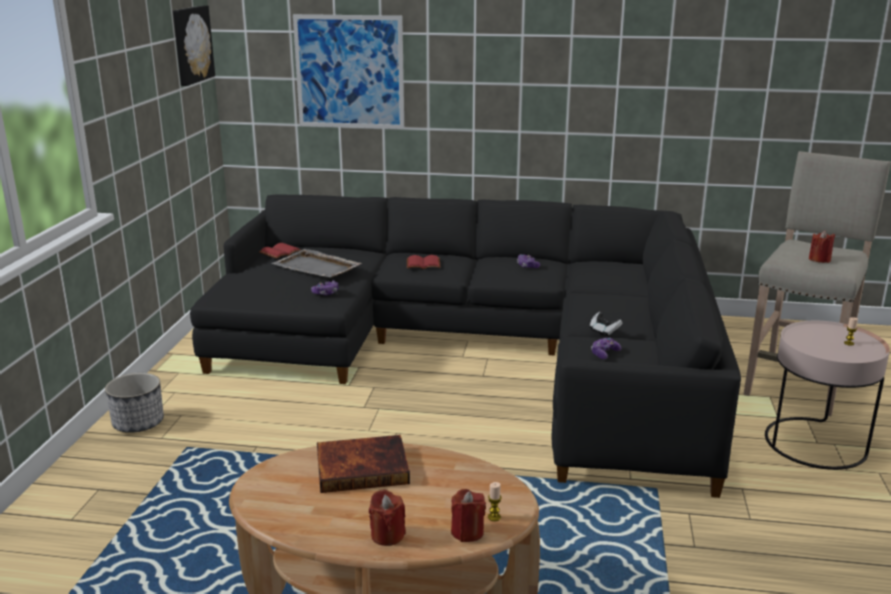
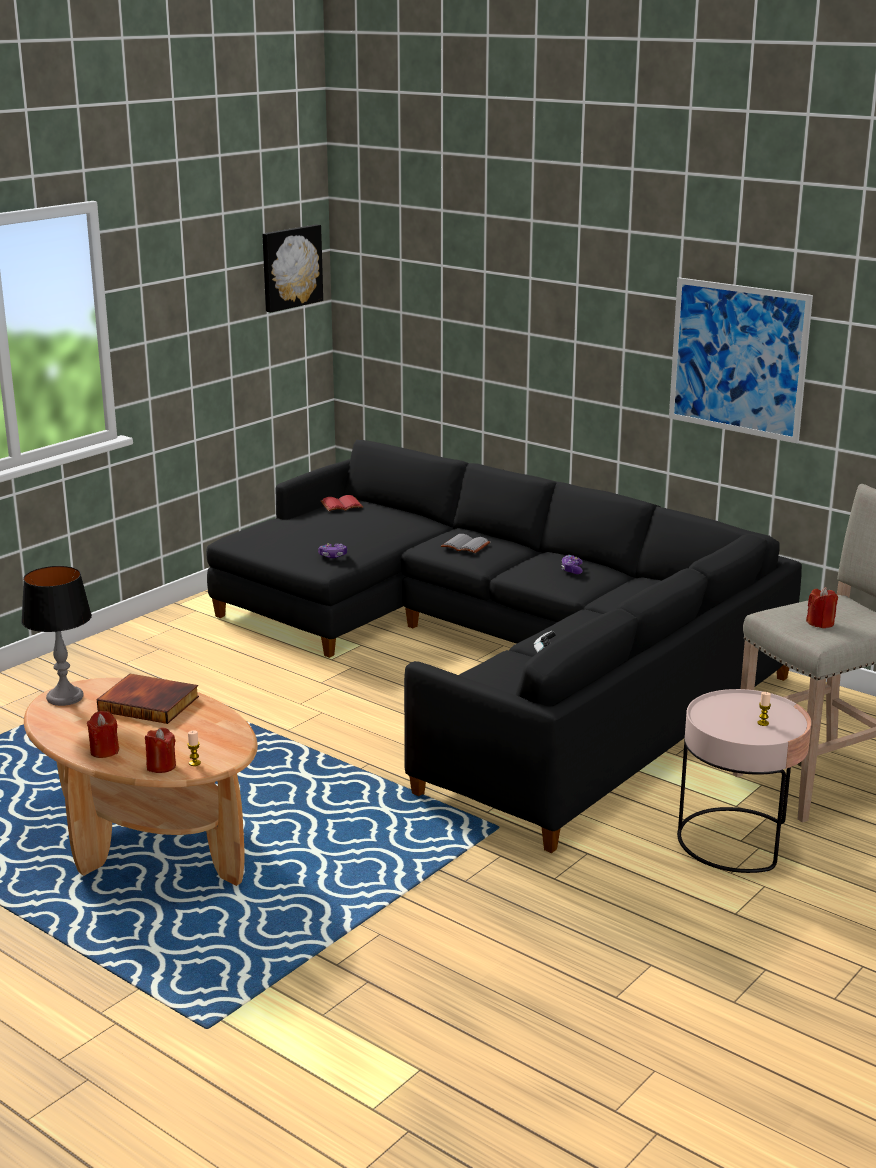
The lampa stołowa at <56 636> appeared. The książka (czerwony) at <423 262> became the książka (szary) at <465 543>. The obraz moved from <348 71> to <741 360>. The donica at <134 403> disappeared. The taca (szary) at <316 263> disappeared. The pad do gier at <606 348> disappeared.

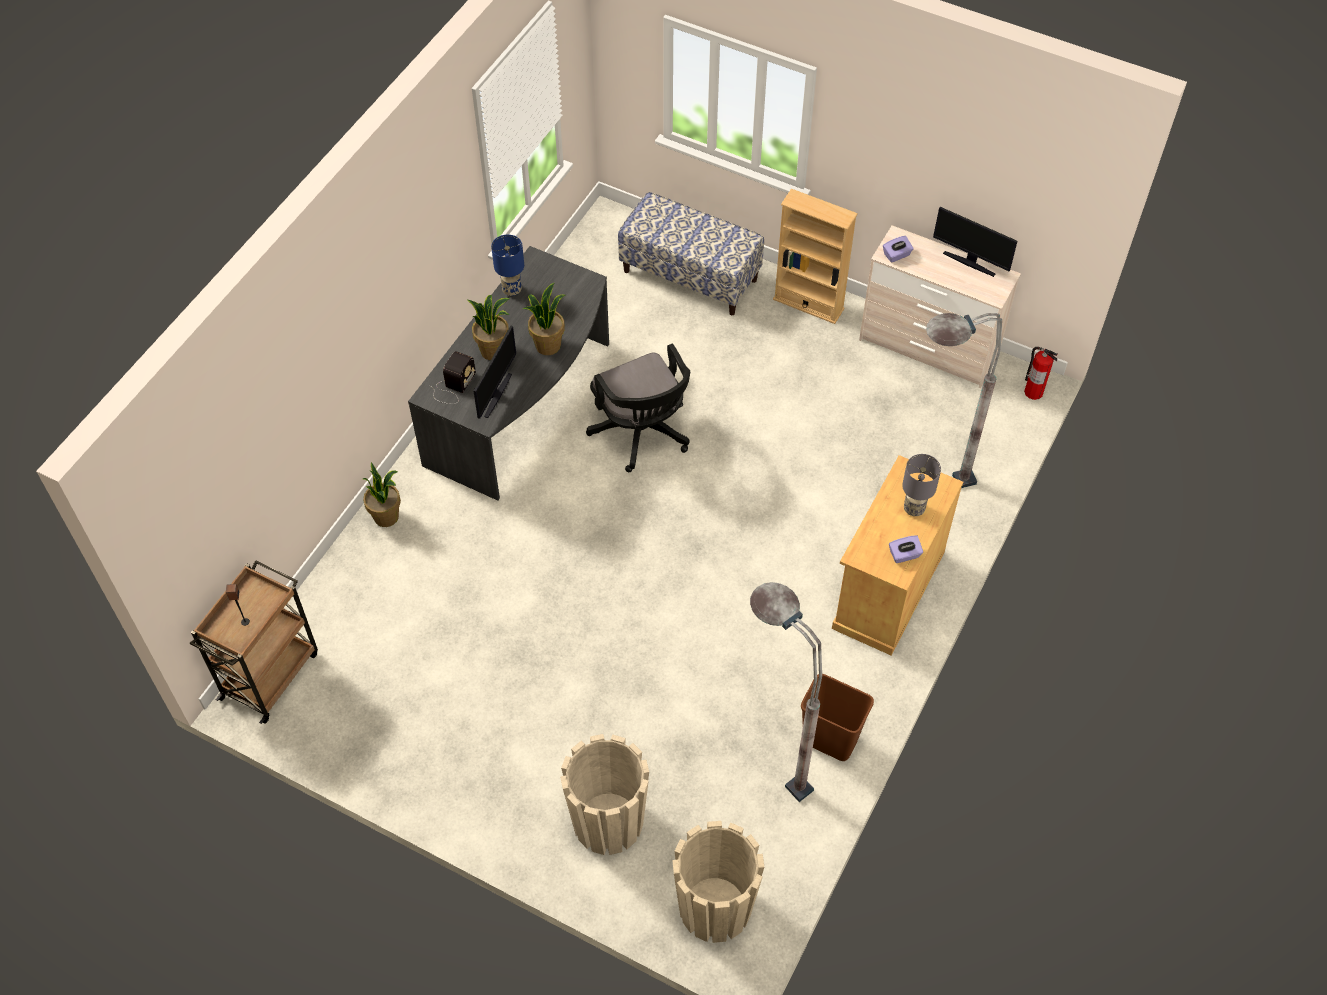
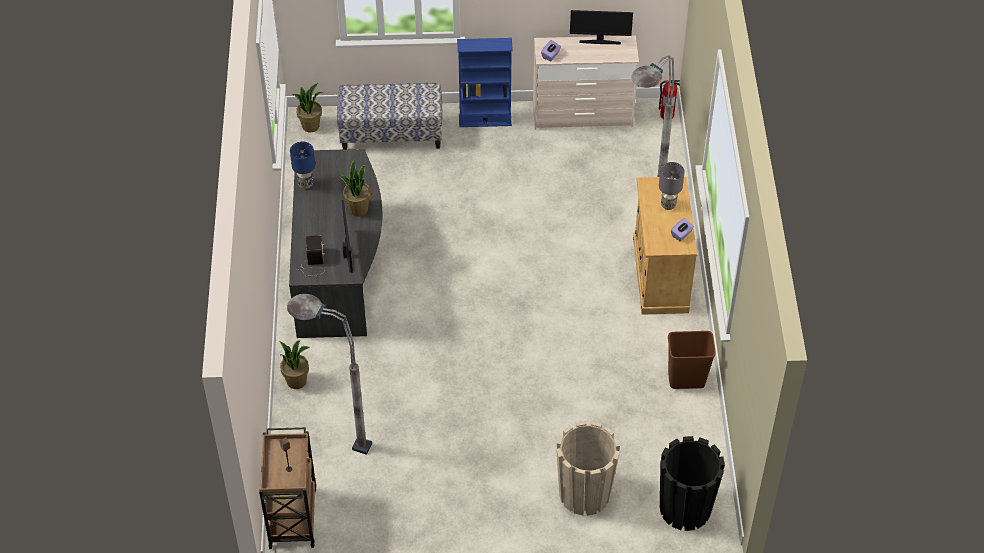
The lampa stojąca (szary) moved from <786 692> to <329 374>. The roślina doniczkowa moved from <489 327> to <307 107>. The regał (beżowy) at <815 256> became the regał (niebieski) at <485 82>. The donica (beżowy) at <718 882> became the donica (czarny) at <692 483>. The krzesło biurowe (czarny) at <638 408> disappeared.

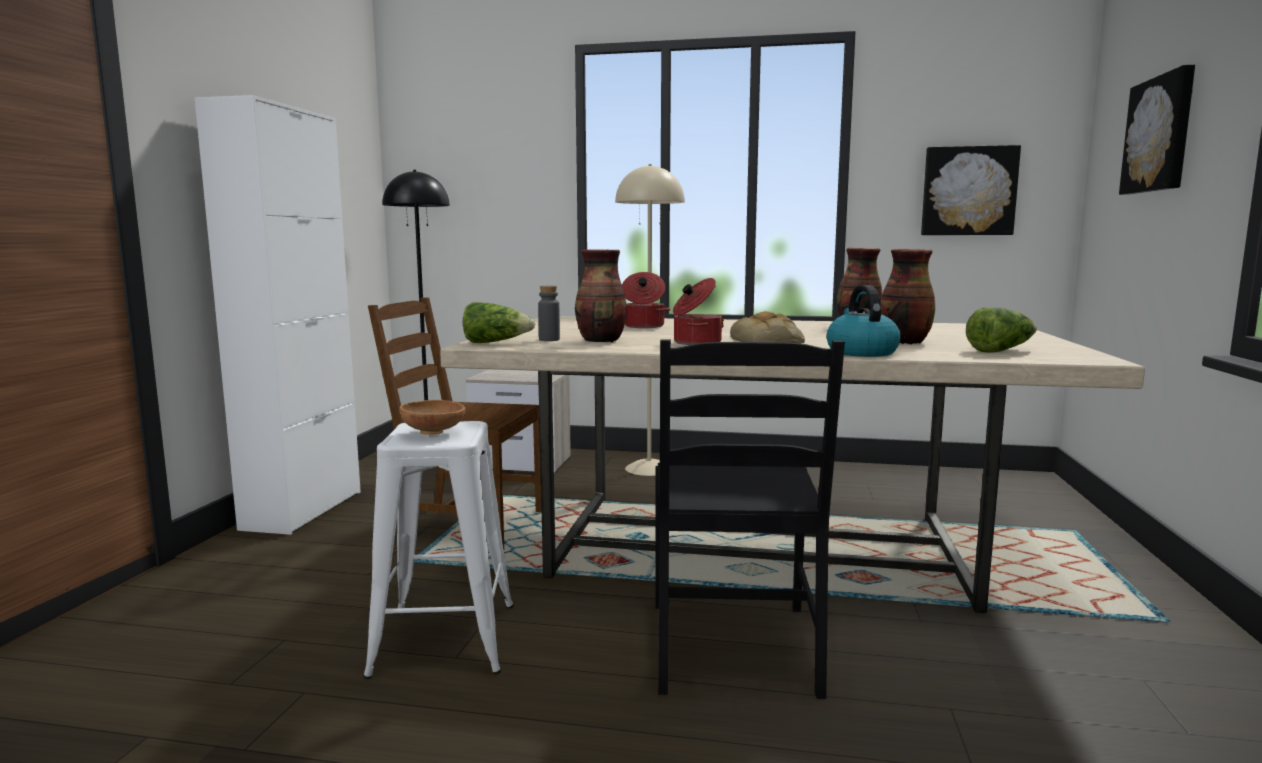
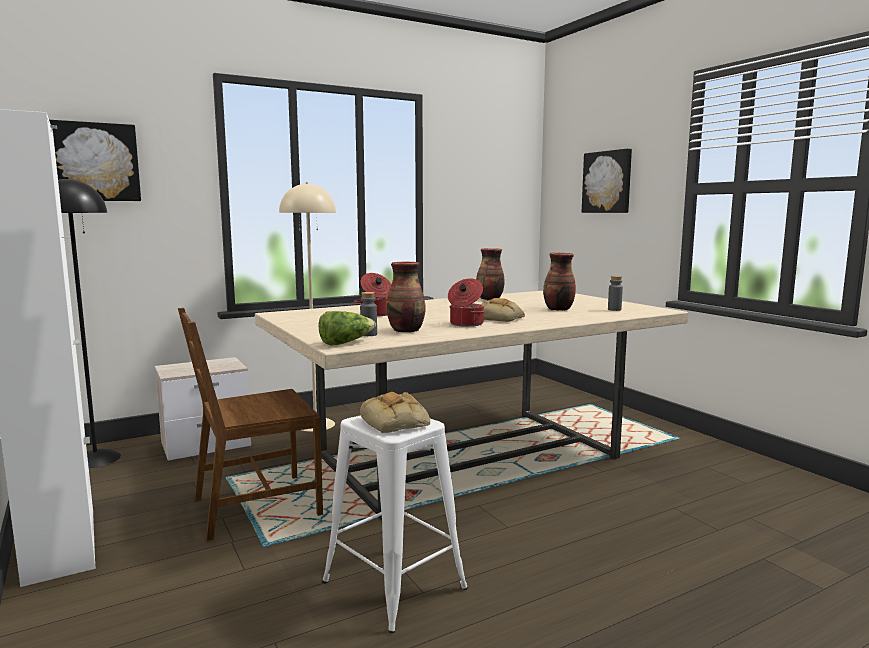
The obraz moved from <971 190> to <95 160>. The miska (brązowy) at <432 417> was replaced by the chleb at <395 412>. The sałata at <1001 330> was replaced by the butelka (szary) at <615 293>. The krzesło (czarny) at <750 519> disappeared. The czajnik at <863 321> disappeared.

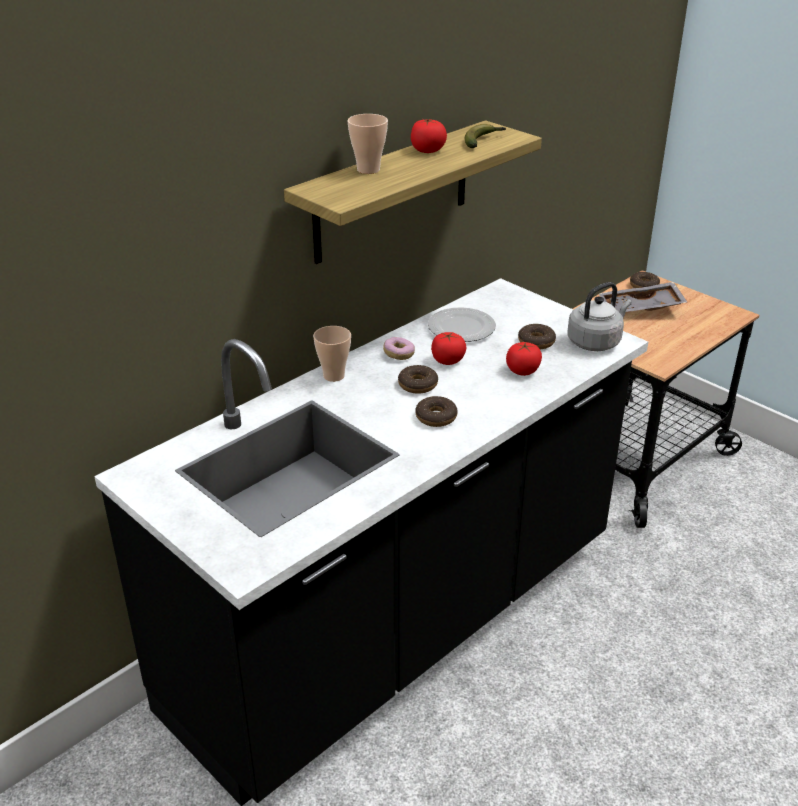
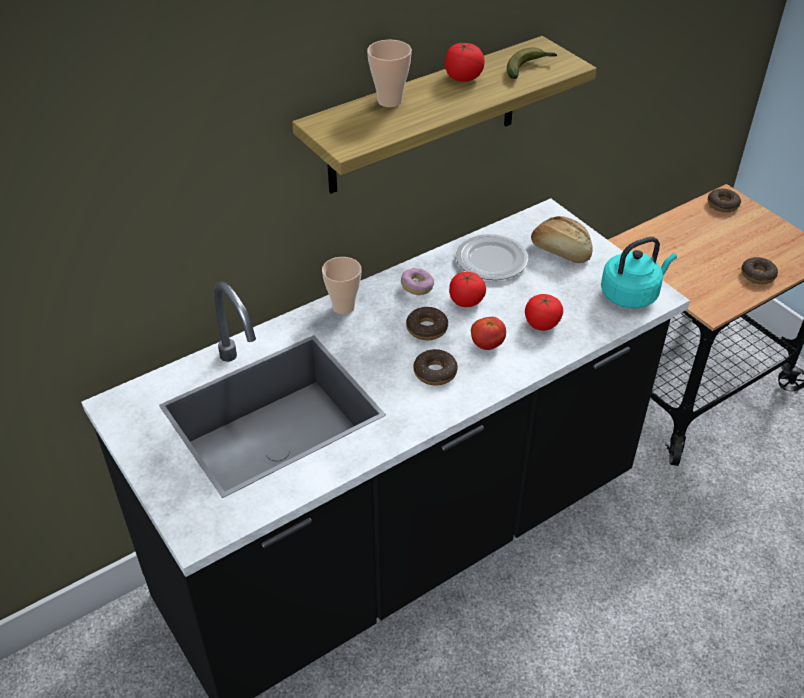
The pomidor at <488 333> appeared. The chleb at <562 239> appeared. The czajnik (szary) at <600 316> became the czajnik (turkusowy) at <639 272>. The donut moved from <537 336> to <759 270>. The taca (szary) at <643 297> disappeared.

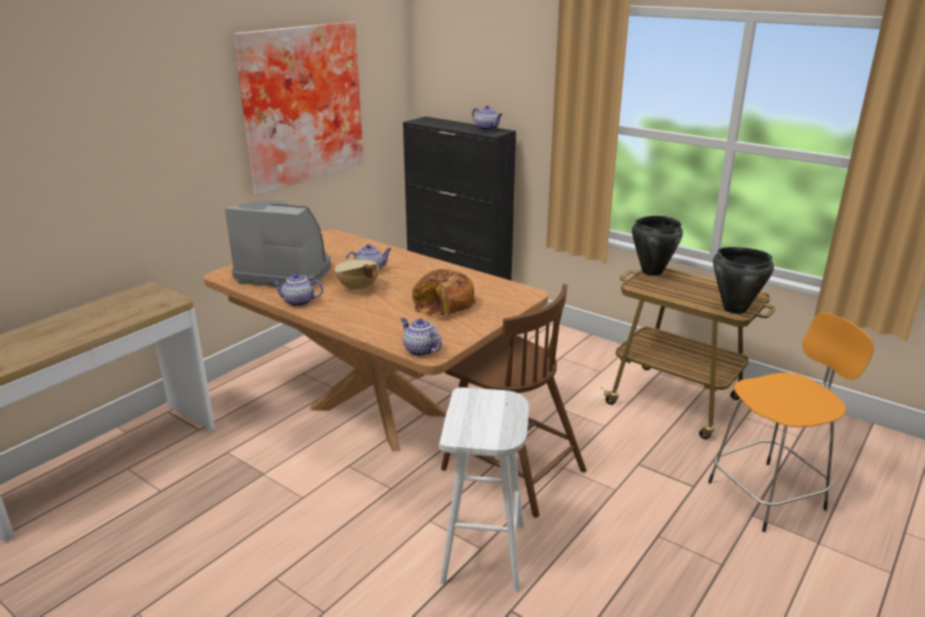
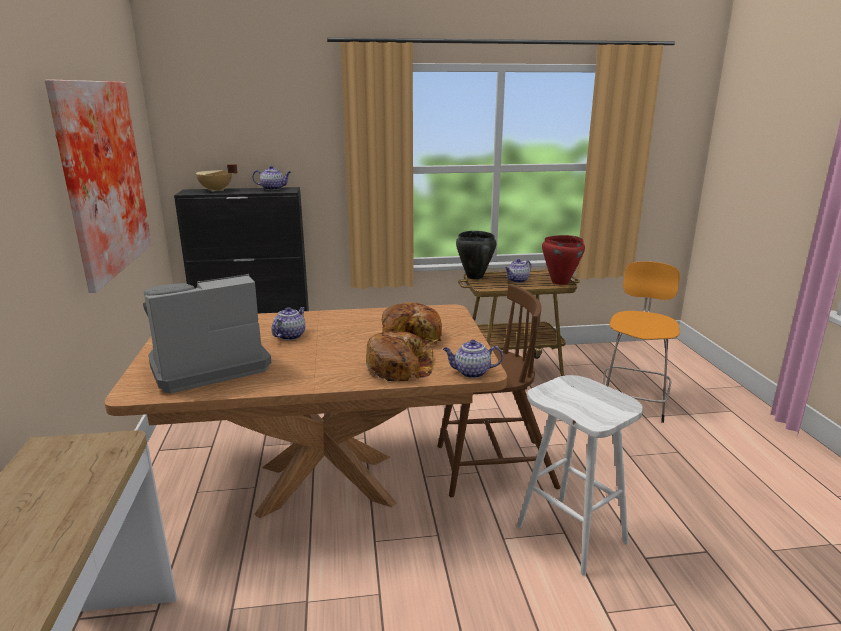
The garnek (beżowy) moved from <357 275> to <216 178>. The chleb at <400 356> appeared. The imbryk moved from <297 289> to <518 271>. The garnek (czarny) at <743 280> became the garnek (czerwony) at <563 260>.

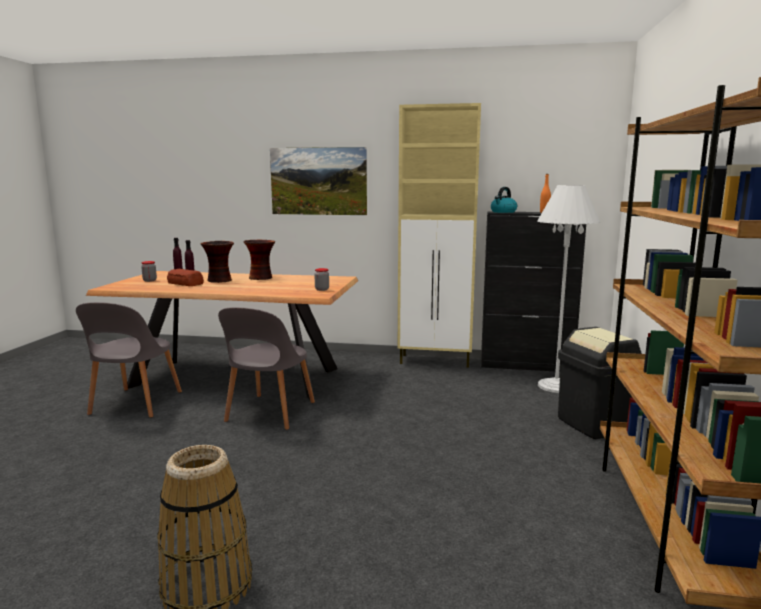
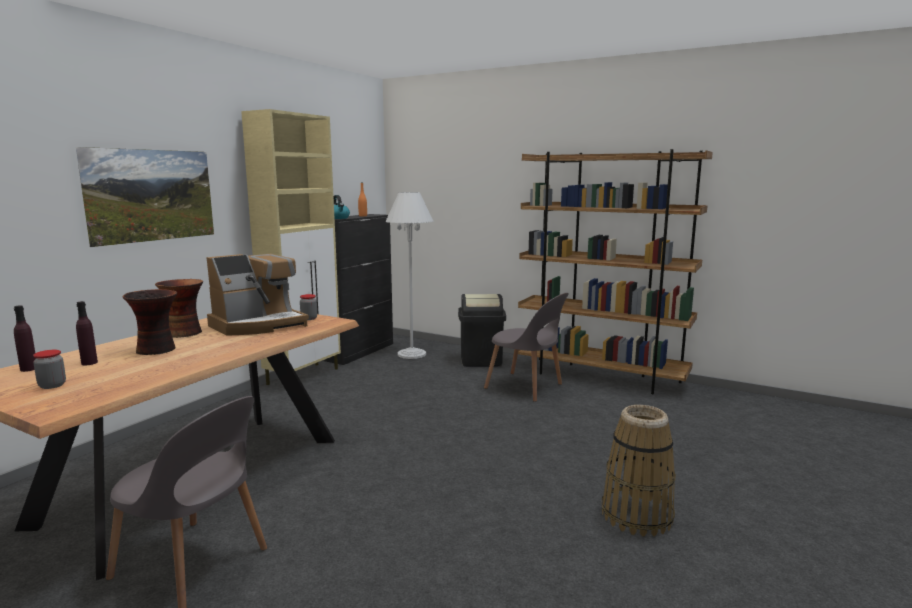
The ekspres do kawy at <257 295> appeared. The krzesło (szary) moved from <266 368> to <526 347>. The chleb at <185 277> disappeared.

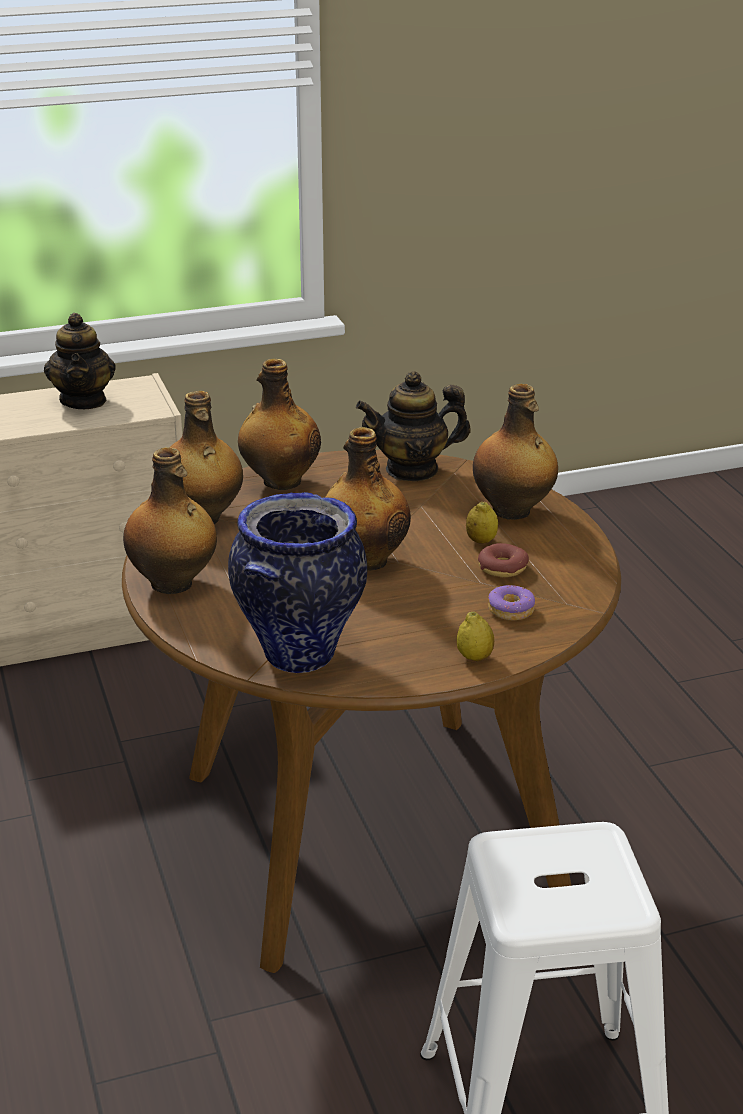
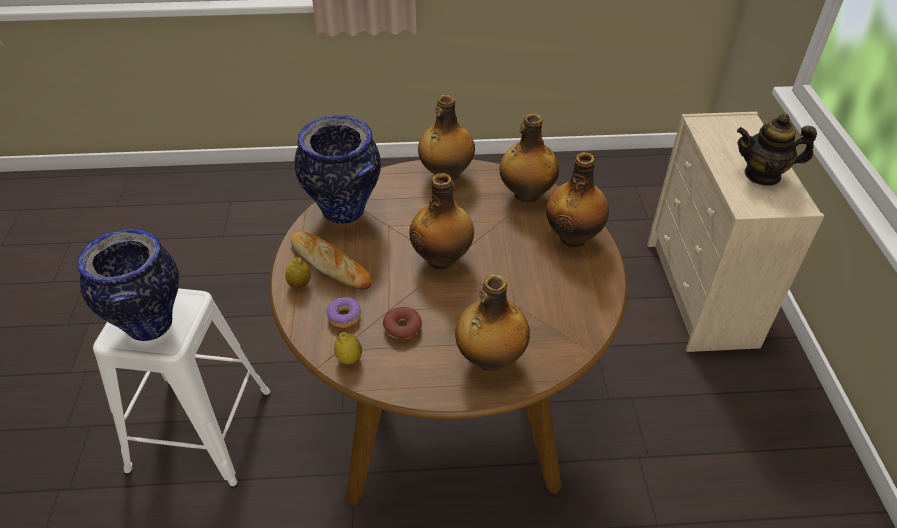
The wazon at <128 284> appeared. The chleb at <331 260> appeared. The cytryna moved from <482 523> to <348 348>. The imbryk at <413 426> disappeared.

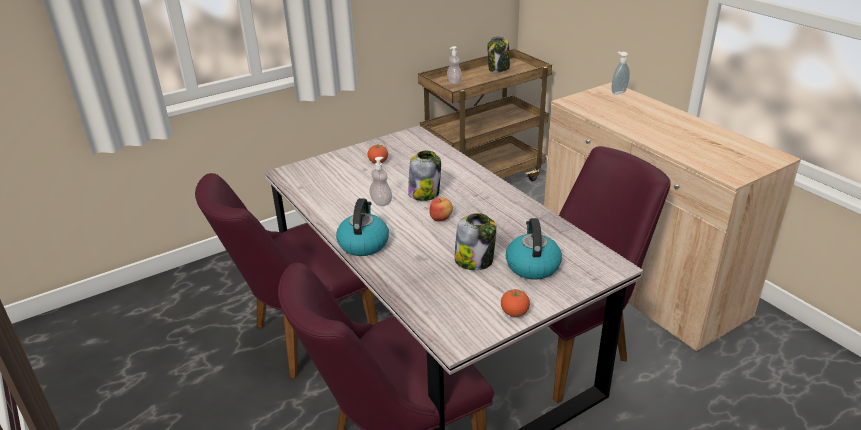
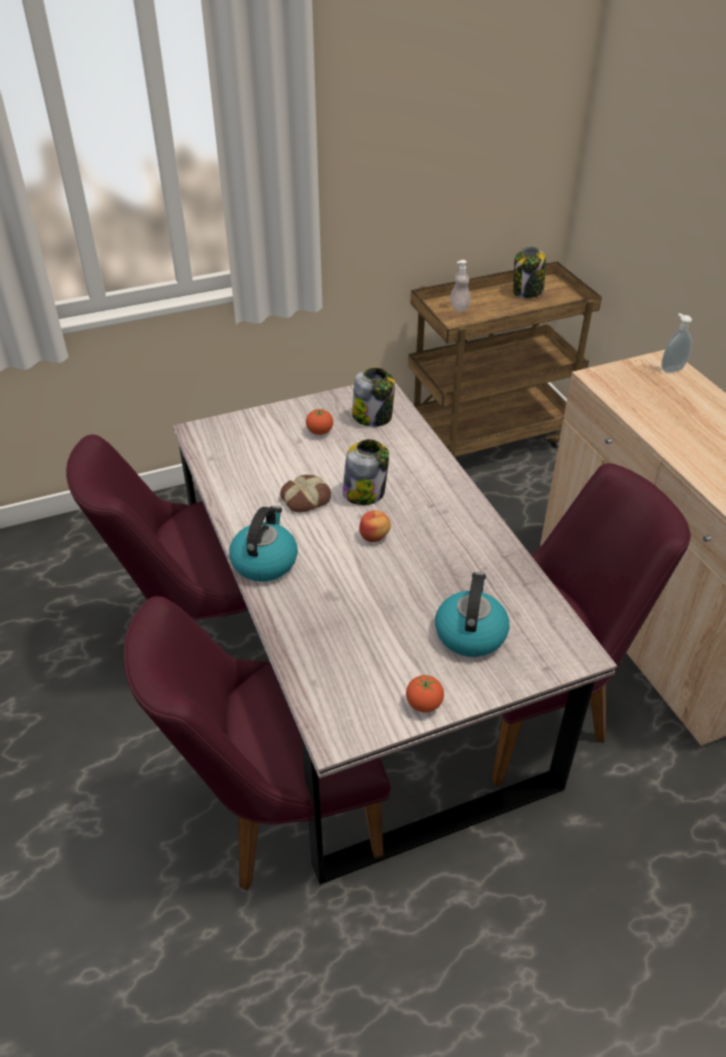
The dozownik mydła at <380 181> was replaced by the chleb at <305 494>. The słoik moved from <475 241> to <373 397>.

